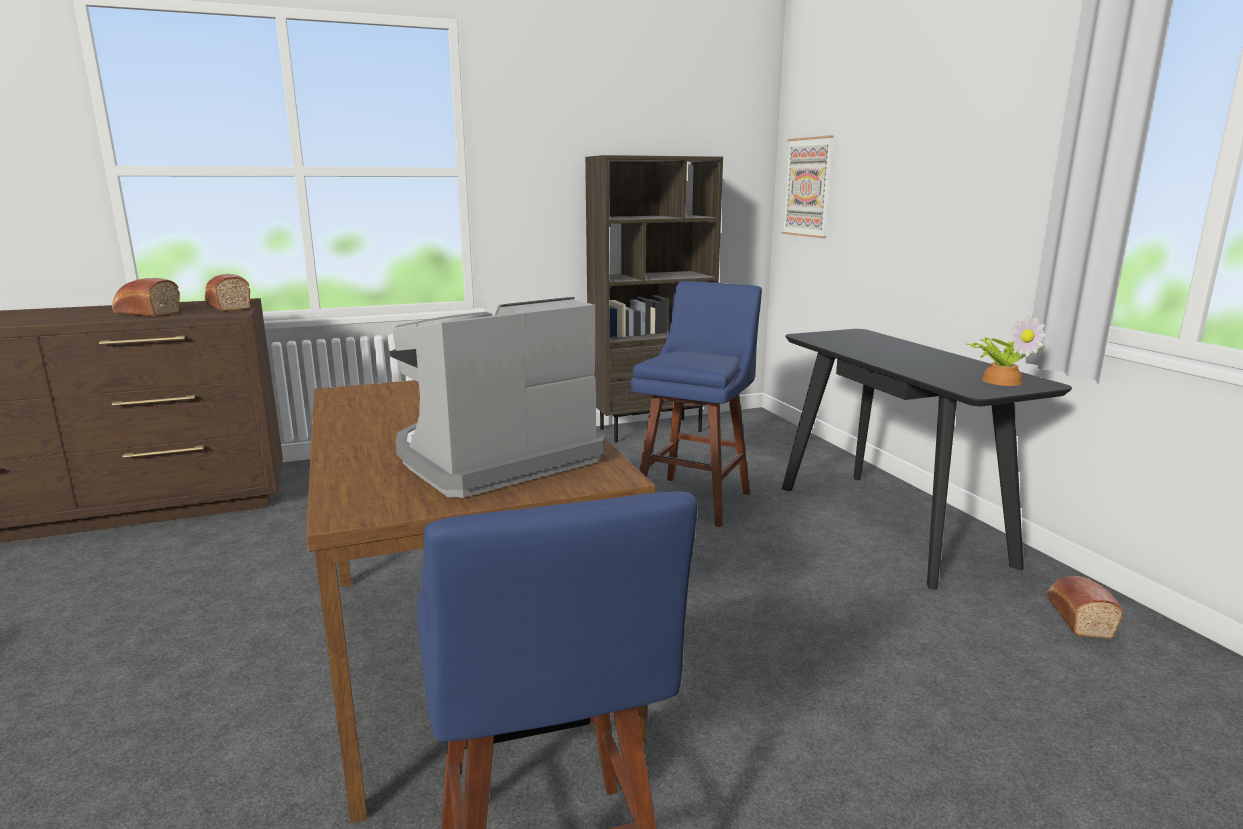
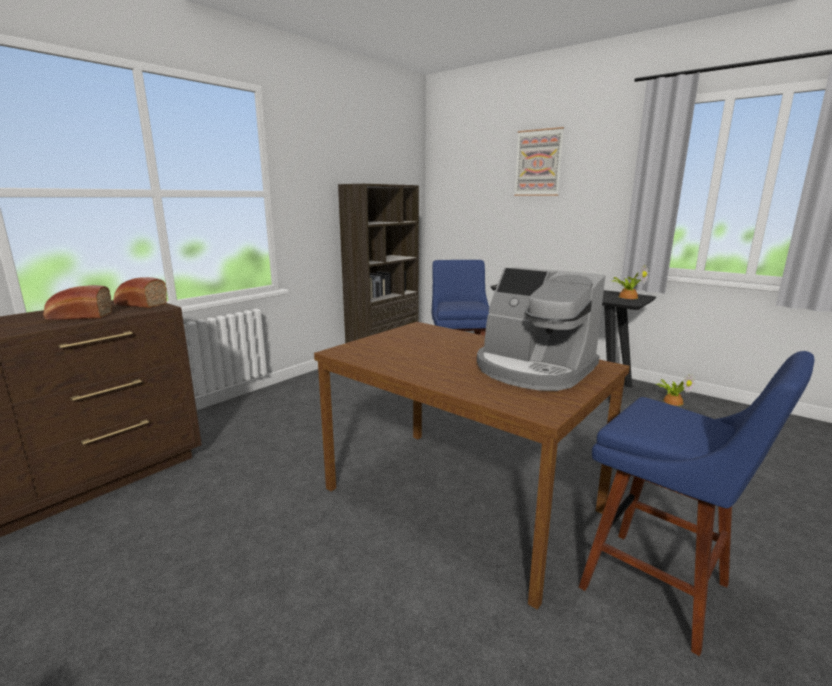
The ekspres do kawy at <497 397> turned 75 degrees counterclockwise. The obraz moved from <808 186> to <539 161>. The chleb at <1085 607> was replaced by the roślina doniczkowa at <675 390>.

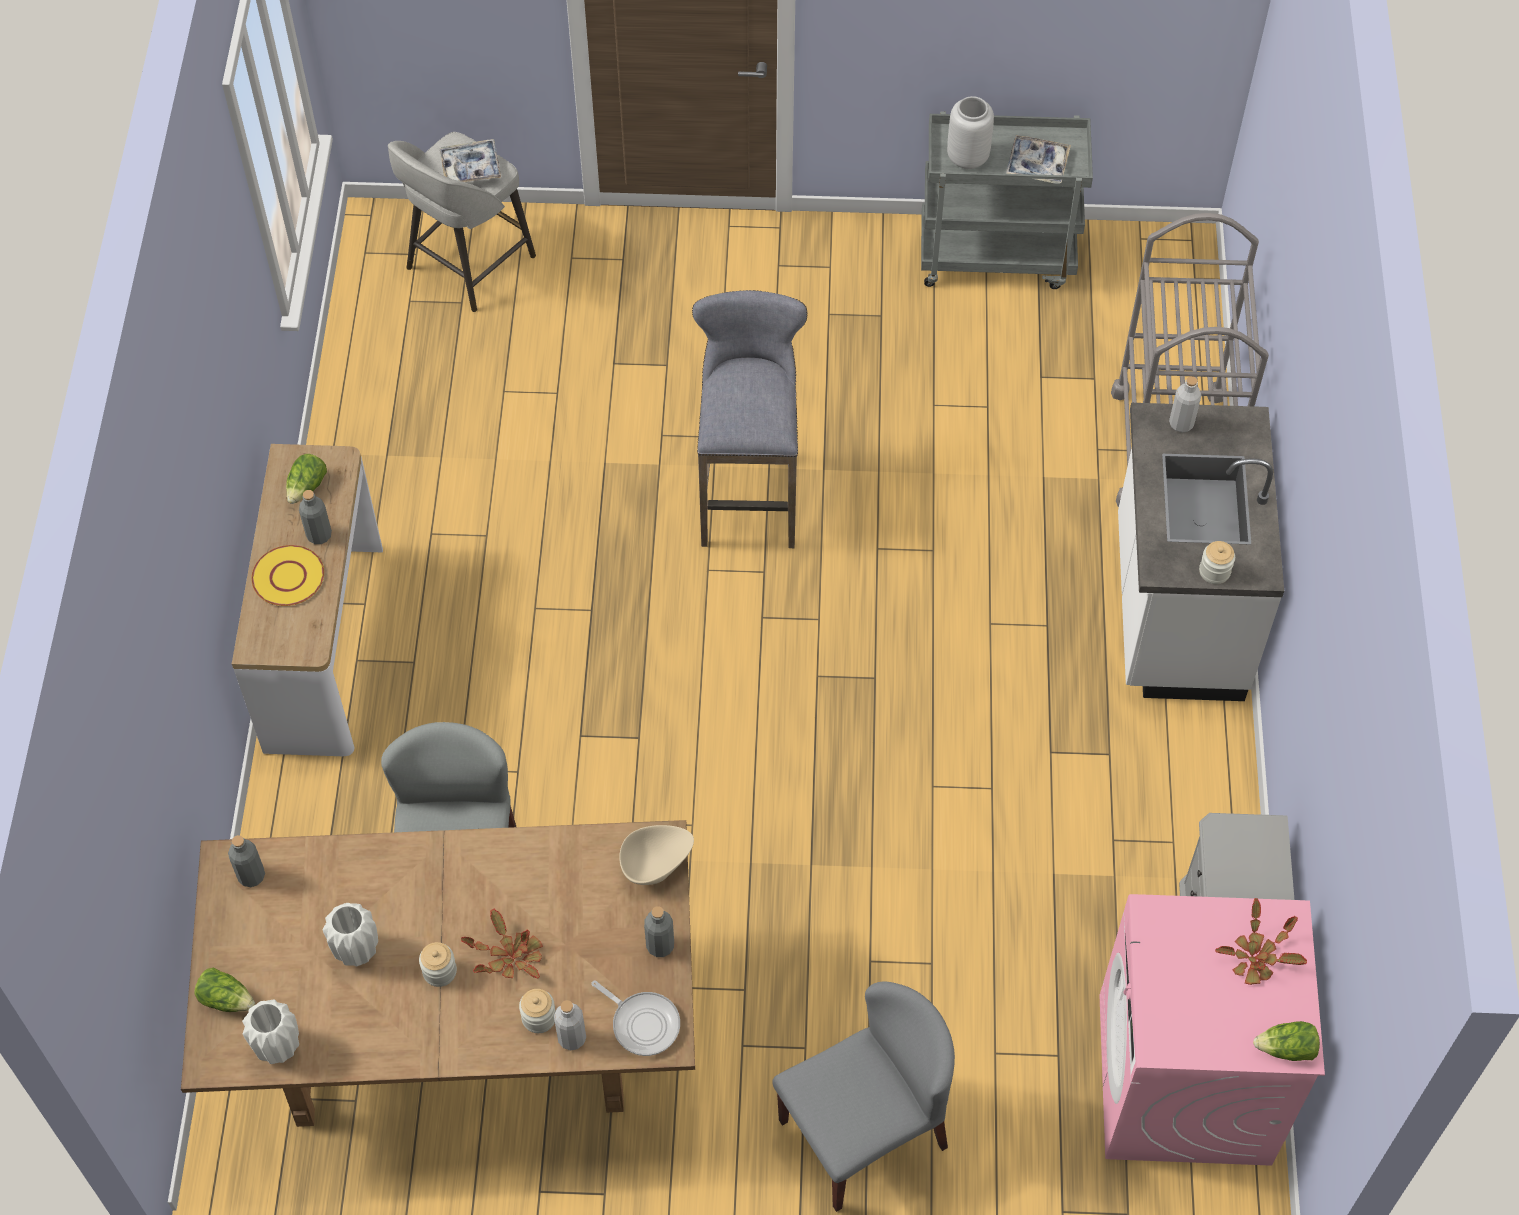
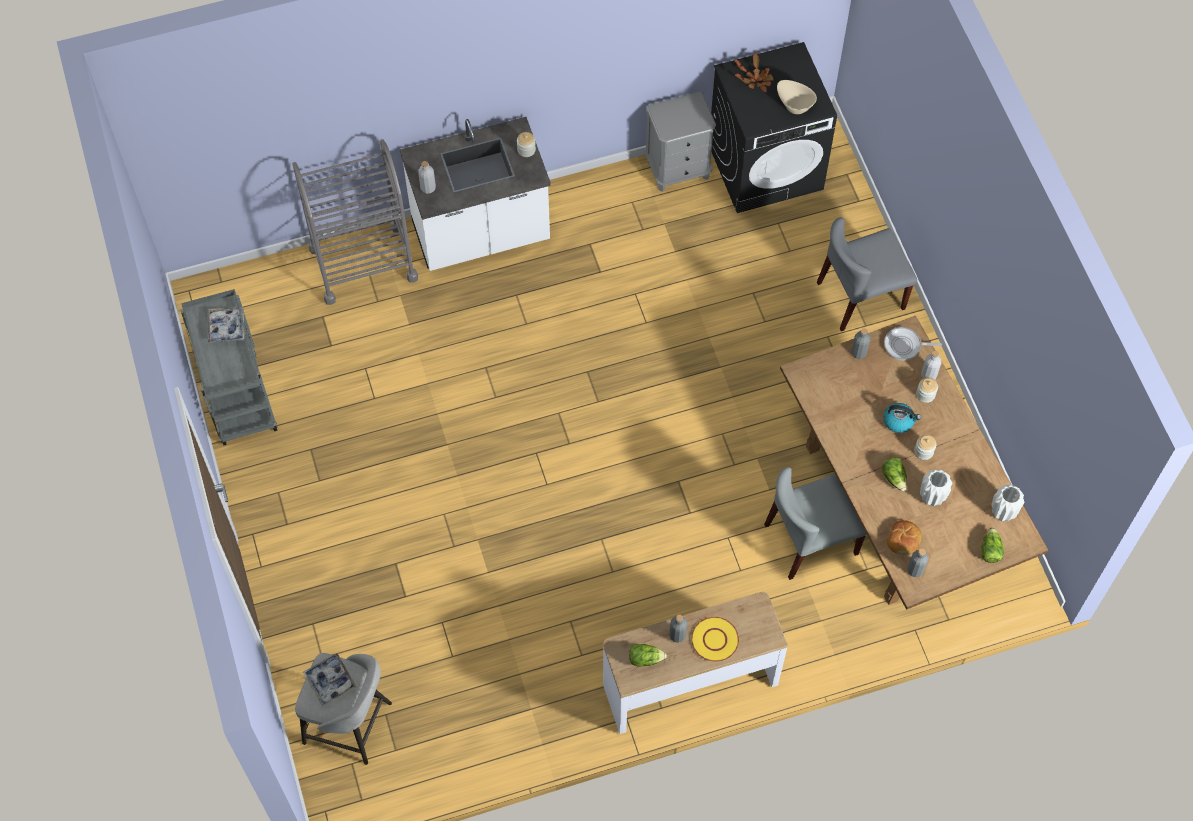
The pralka (różowy) at <1212 1030> became the pralka (czarny) at <774 127>. The miska (beżowy) moved from <656 855> to <797 97>. The krzesło (szary) at <864 1097> turned 60 degrees counterclockwise. The sałata moved from <1286 1041> to <894 474>. The roślina doniczkowa at <502 943> was replaced by the czajnik at <902 418>. The patelnia at <635 1018> turned 105 degrees counterclockwise. The chleb at <904 537> appeared. The stołek (szary) at <749 419> disappeared. The wazon (szary) at <970 132> disappeared.

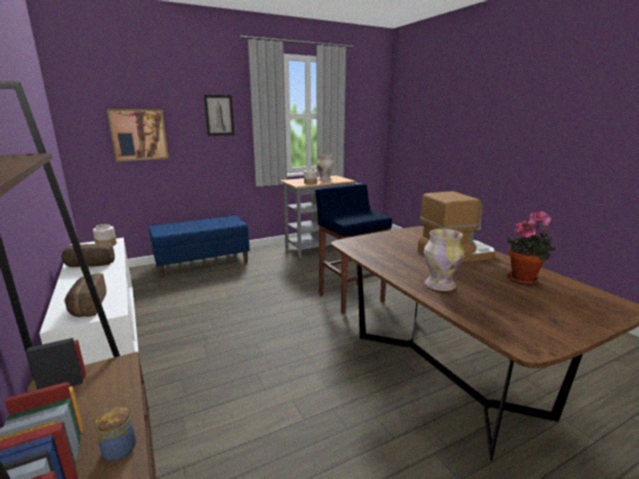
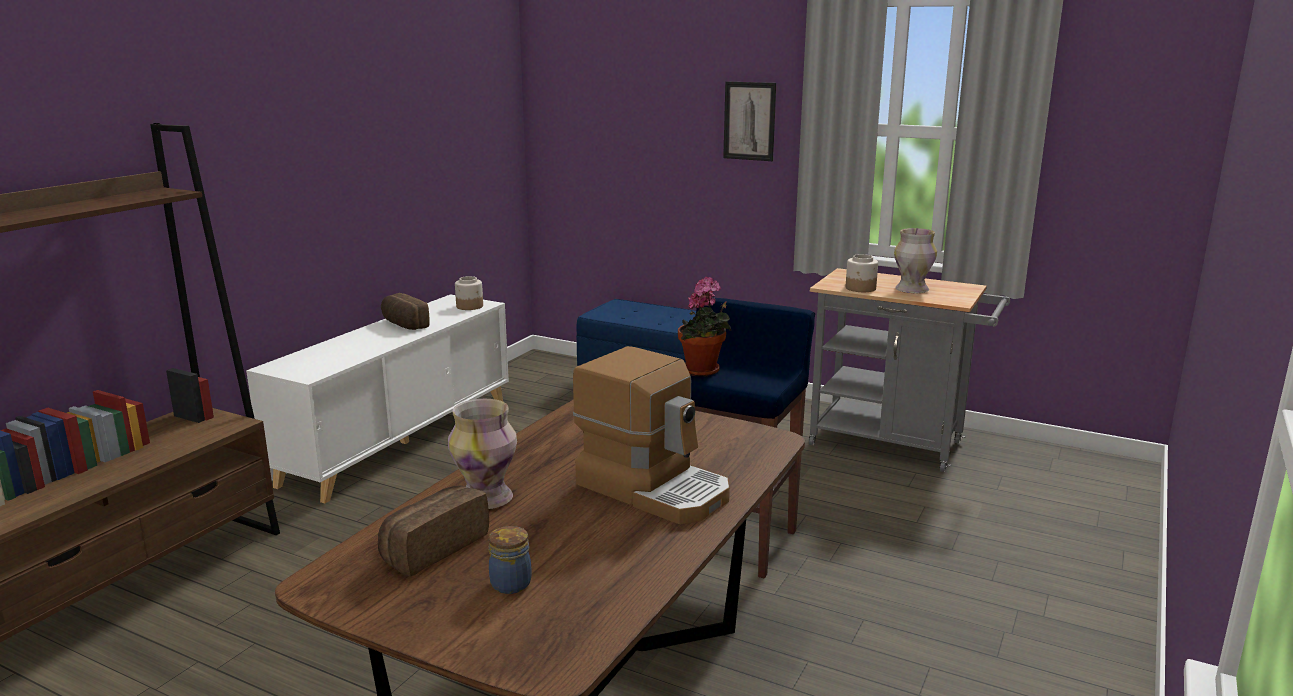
The chleb moved from <85 295> to <433 531>. The słoik moved from <115 433> to <510 560>. The roślina doniczkowa moved from <531 248> to <704 327>. The obraz at <138 135> disappeared.

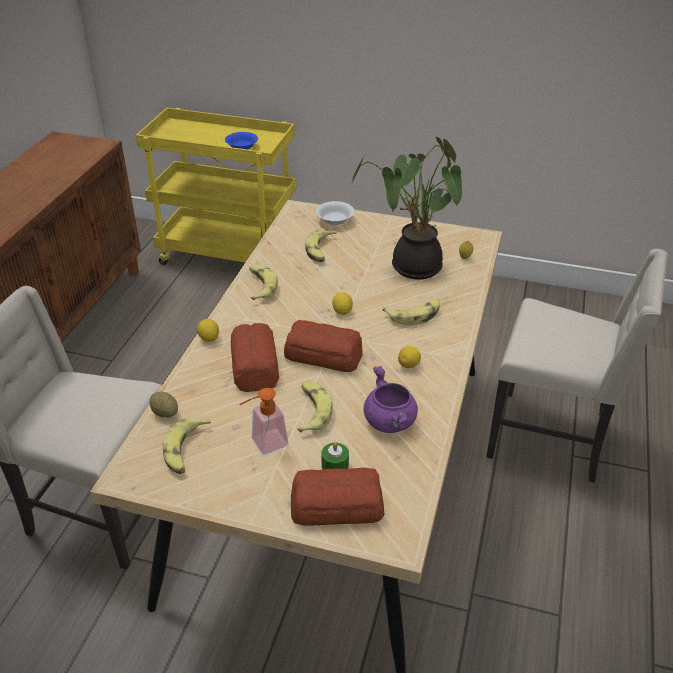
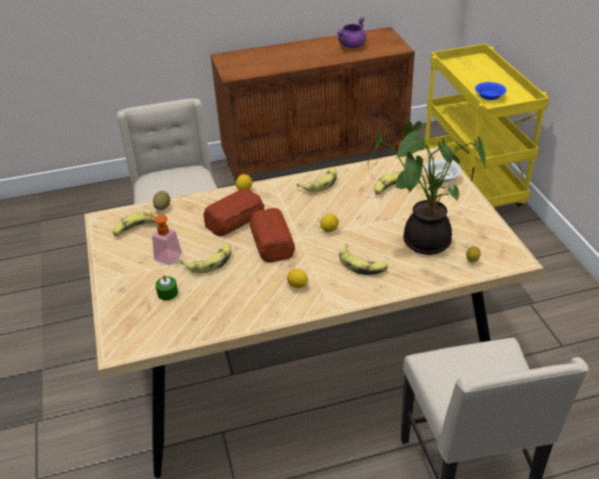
The garnek (fioletowy) moved from <391 399> to <351 32>. The chleb at <338 496> disappeared.

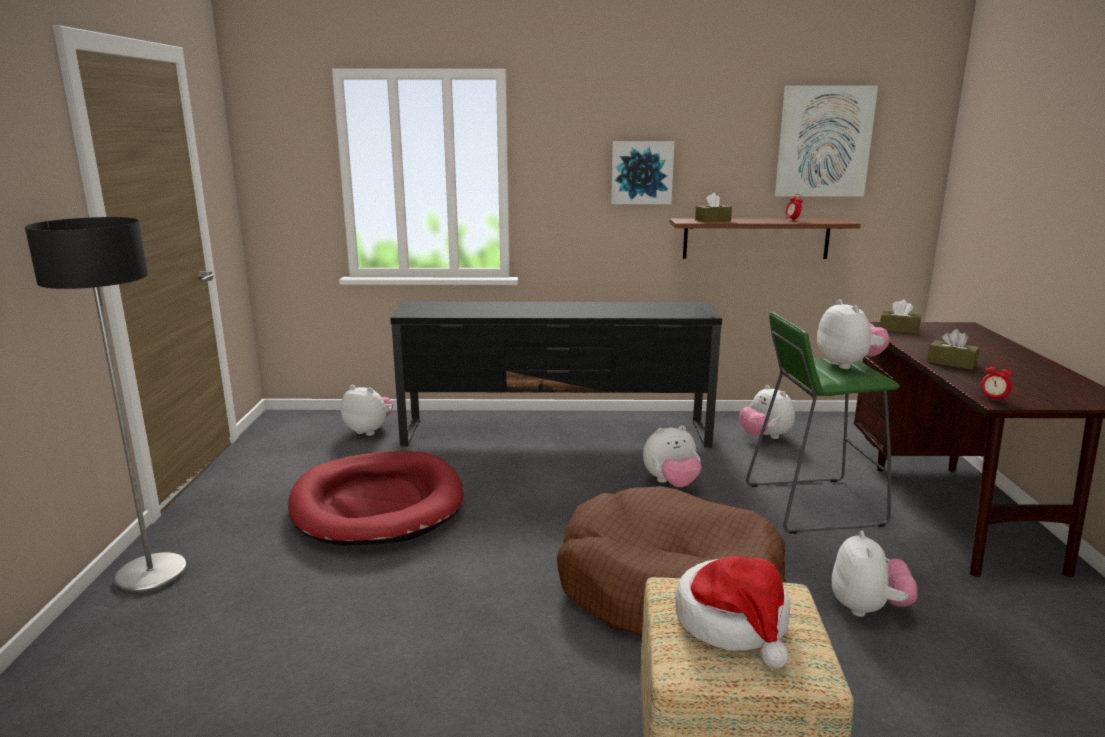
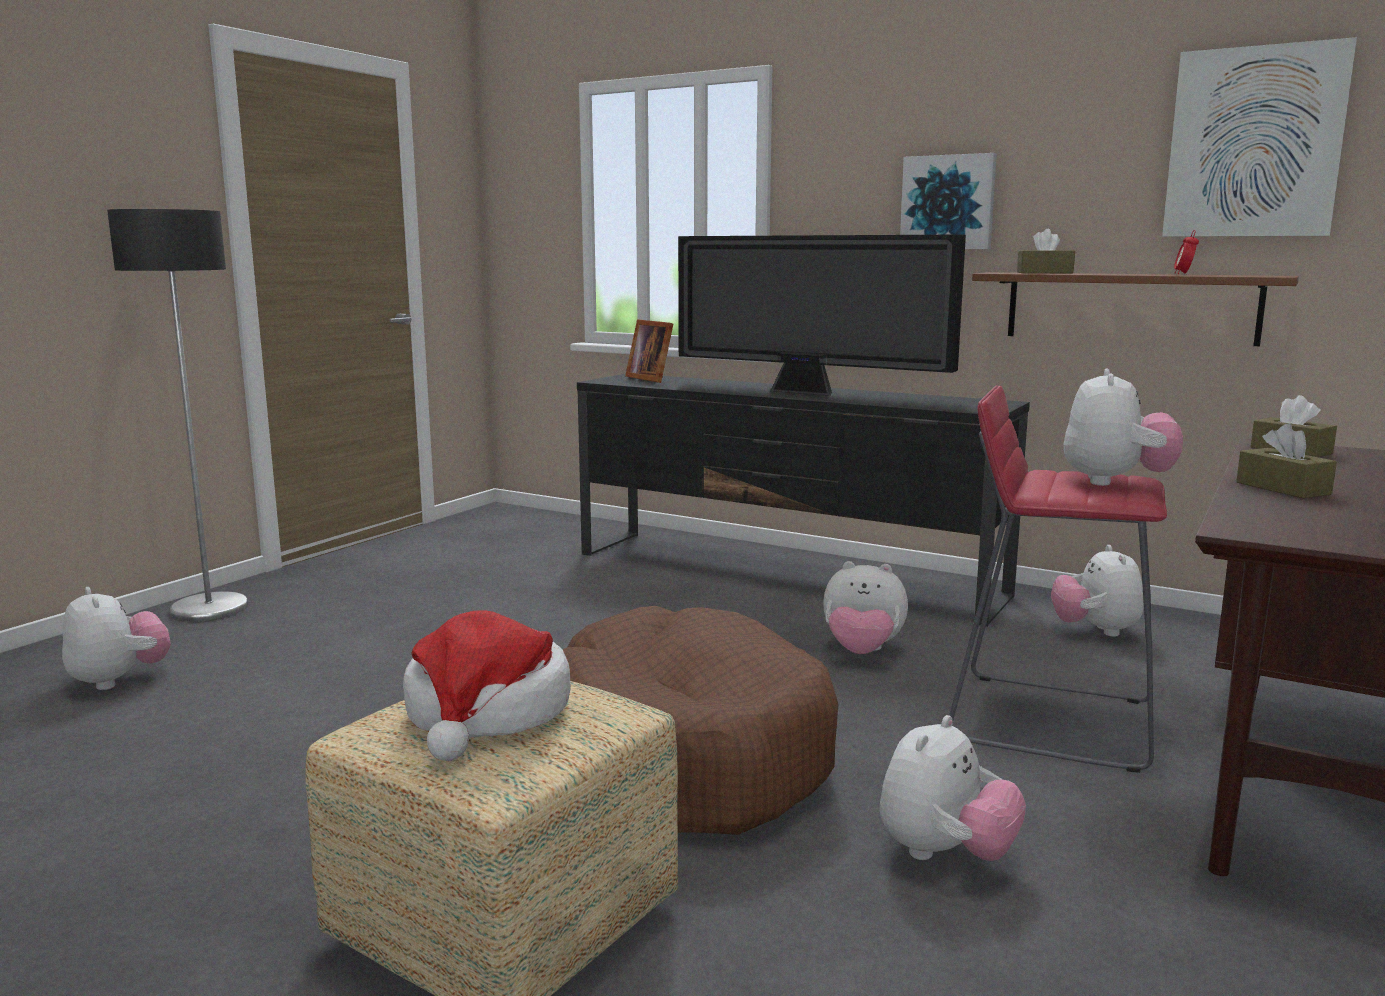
The pluszak moved from <367 410> to <116 638>. The ramka na zdjęcie at <649 351> appeared. The telewizor at <822 315> appeared. The stołek (zielony) at <823 423> became the stołek (czerwony) at <1058 579>. The legowisko (czerwony) at <376 498> disappeared. The budzik at <997 382> disappeared.

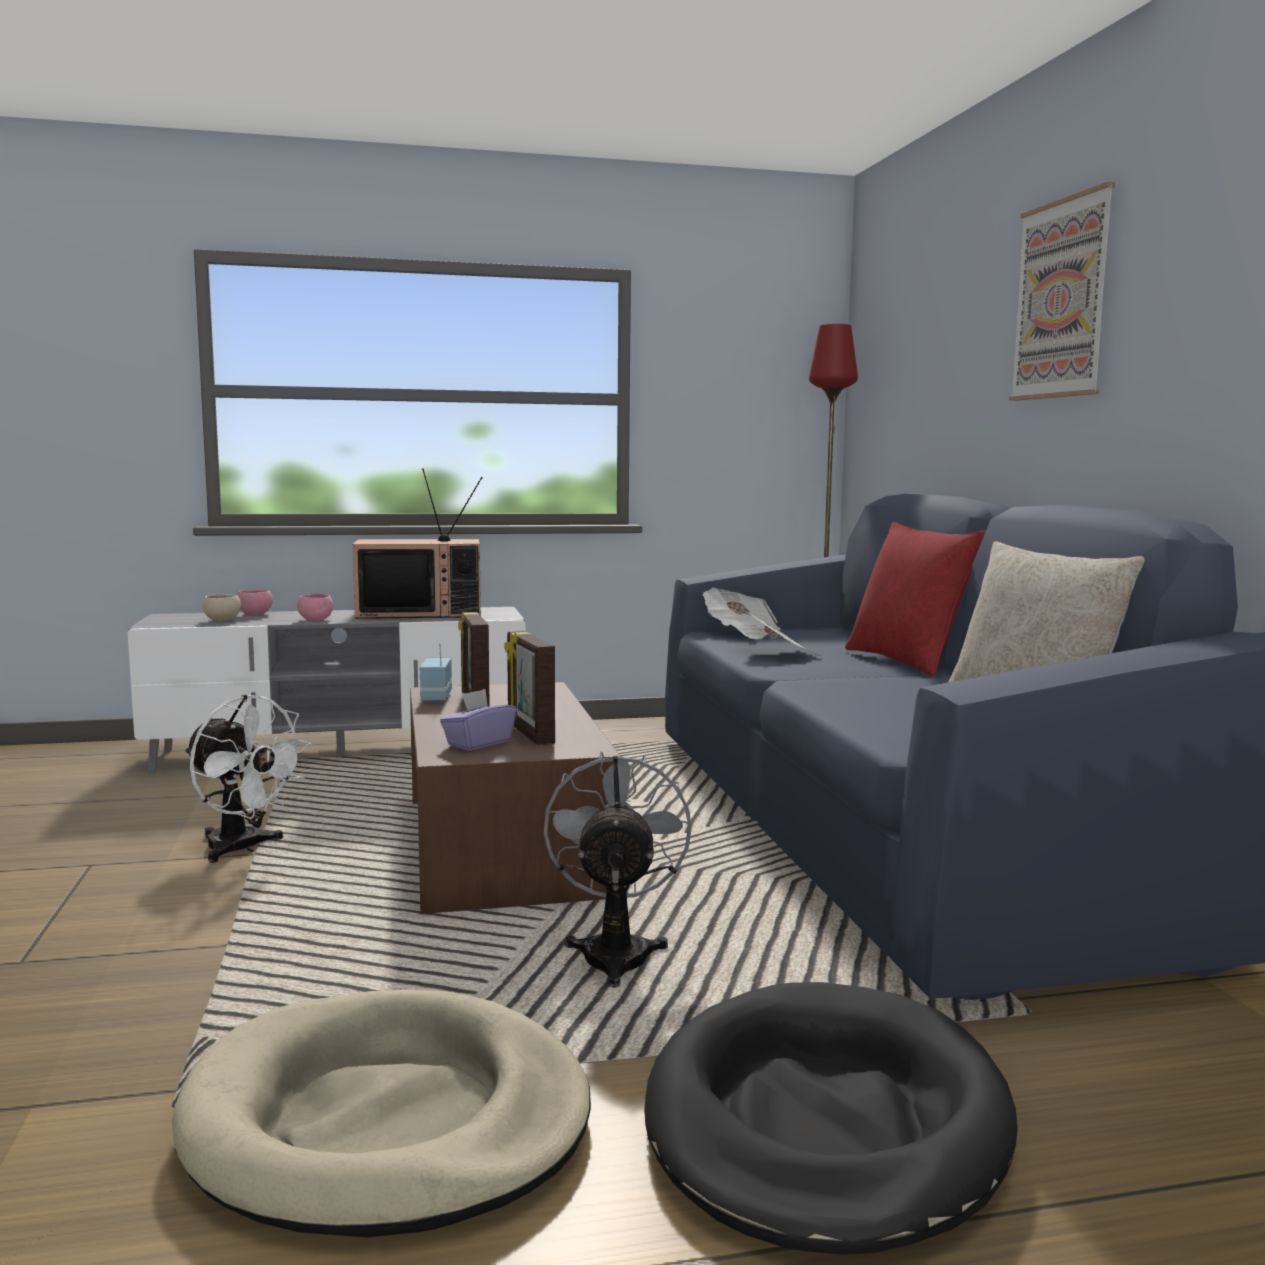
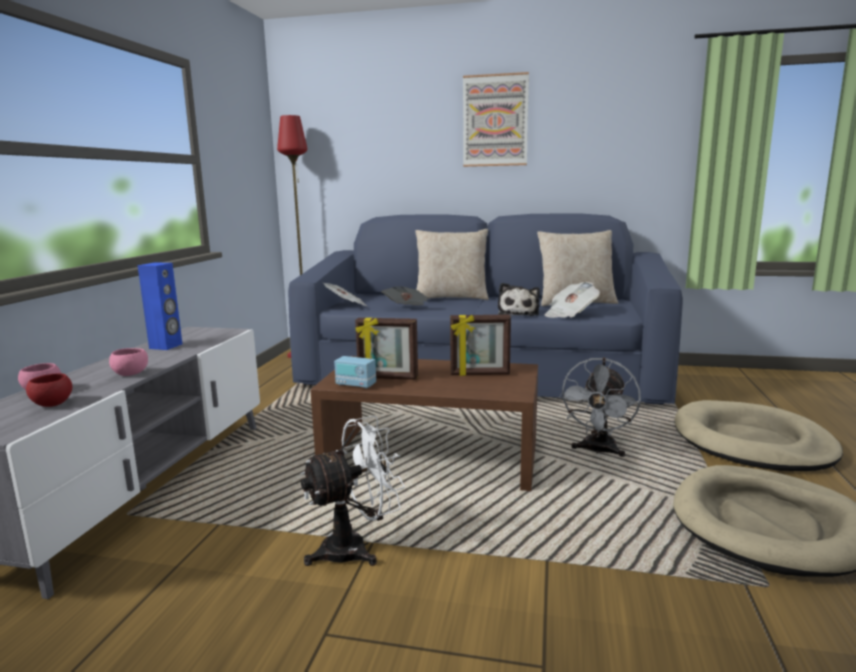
The miska (beżowy) at <221 608> became the miska (czerwony) at <49 390>. The telewizor at <417 543> was replaced by the głośnik (niebieski) at <160 306>. The poduszka (czerwony) at <915 599> became the poduszka (beżowy) at <452 264>. The pluszak at <519 299> appeared. The gazeta at <572 300> appeared. The wentylator (szary) at <617 869> turned 90 degrees counterclockwise. The legowisko (czarny) at <831 1118> became the legowisko (beżowy) at <759 435>. The pudełko chusteczek (fioletowy) at <478 720> disappeared.

